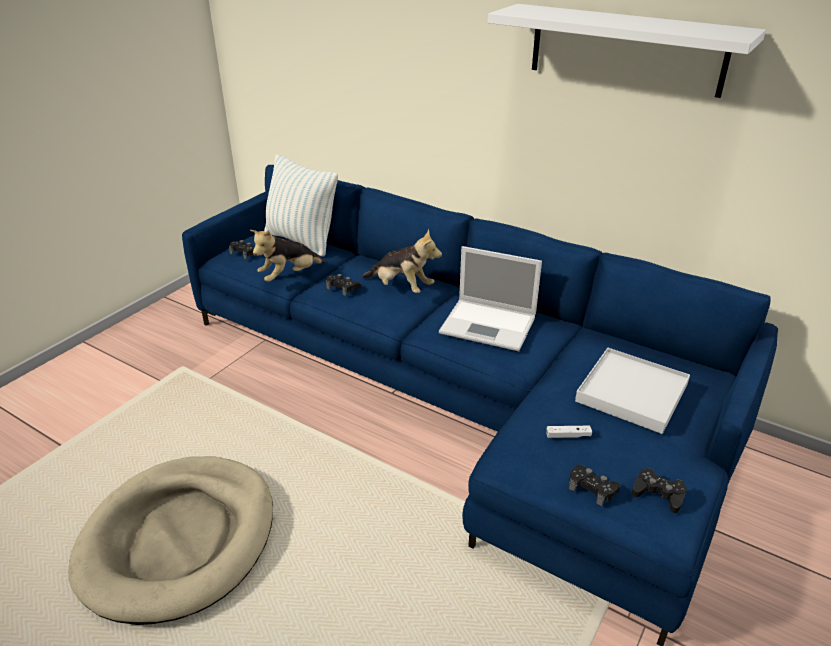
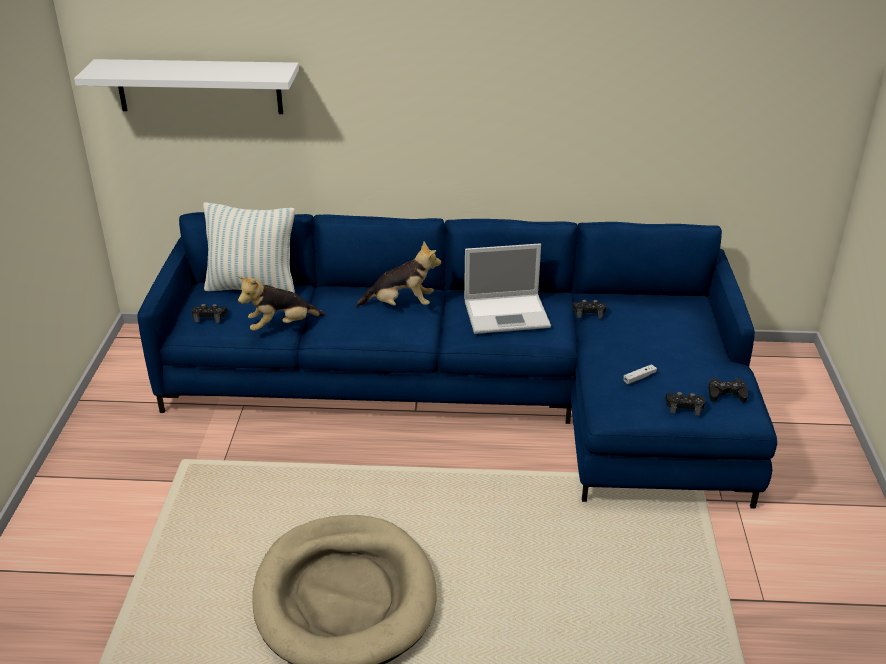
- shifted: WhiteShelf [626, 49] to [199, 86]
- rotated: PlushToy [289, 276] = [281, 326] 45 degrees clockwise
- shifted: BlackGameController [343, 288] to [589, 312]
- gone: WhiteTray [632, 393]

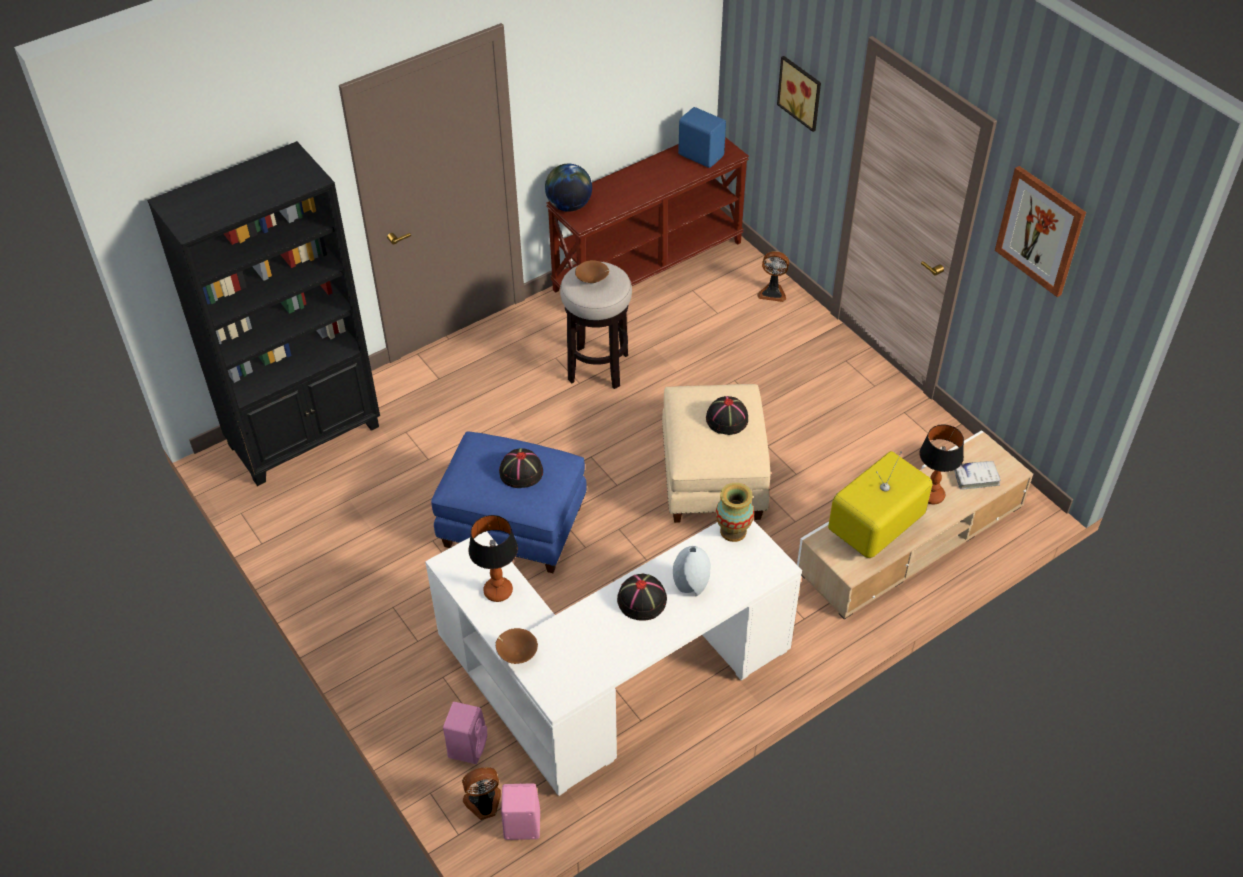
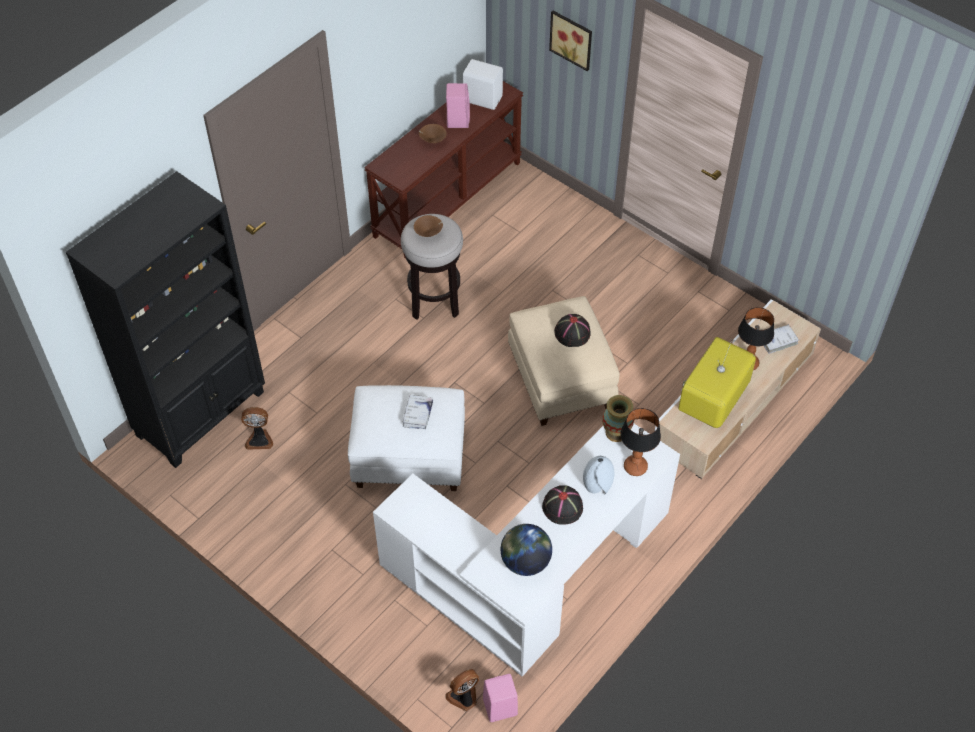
- shifted: Fan [772, 292] to [259, 439]
- repainted: BlueOttoman [512, 527] to WhiteOttoman [409, 458]
- swapped: BlackHat [521, 472] to WhiteBook [418, 414]
- shifted: BrownBowl [516, 653] to [432, 140]
- shifted: PinkSpeaker [467, 745] to [457, 119]
- repainted: BlueSpeaker [701, 155] to WhiteSpeaker [482, 98]
- shifted: Globe [569, 205] to [525, 561]
- shifted: TableLamp [498, 592] to [635, 467]
- gone: Picture [1040, 231]

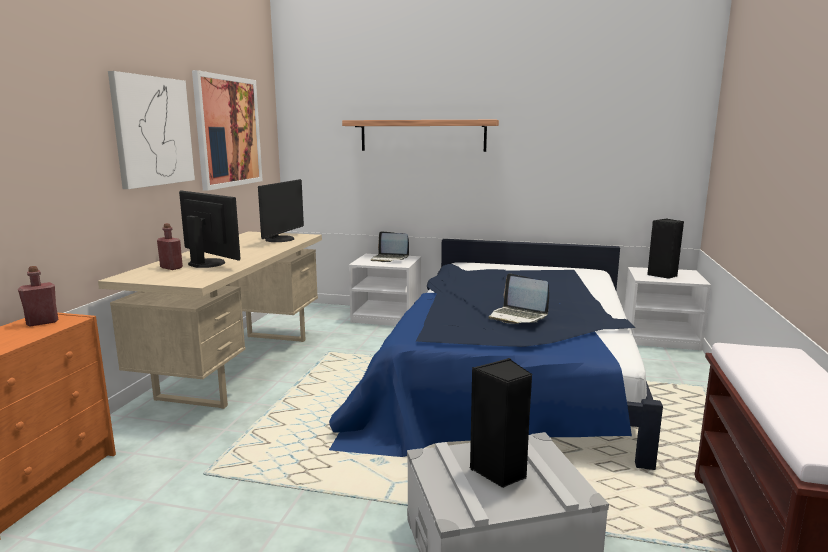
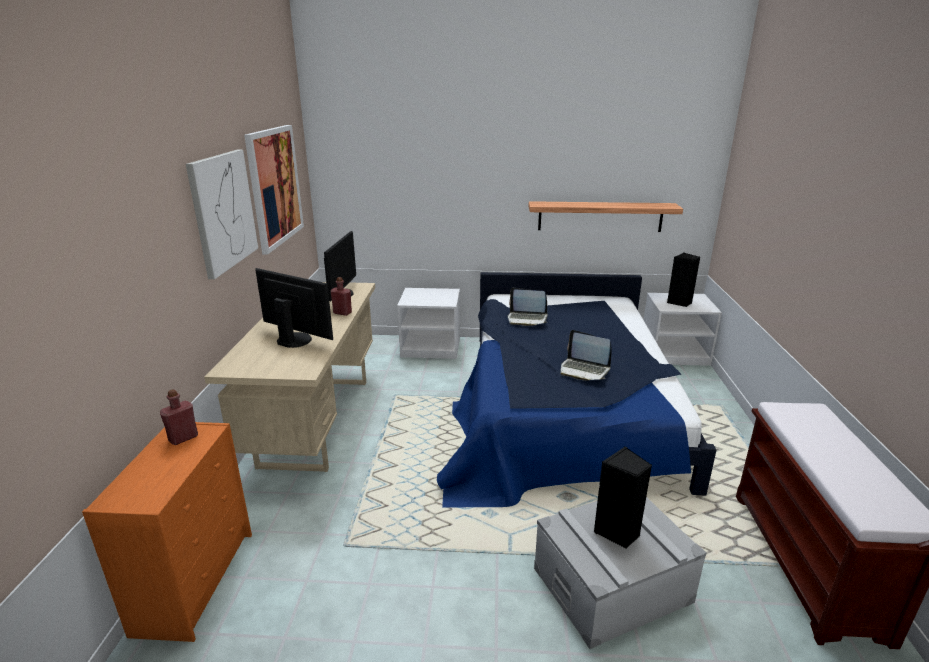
- shifted: RedBottle [171, 268] to [342, 313]
- shifted: Laptop [389, 259] to [527, 319]
- shifted: Shelf [422, 135] to [600, 216]

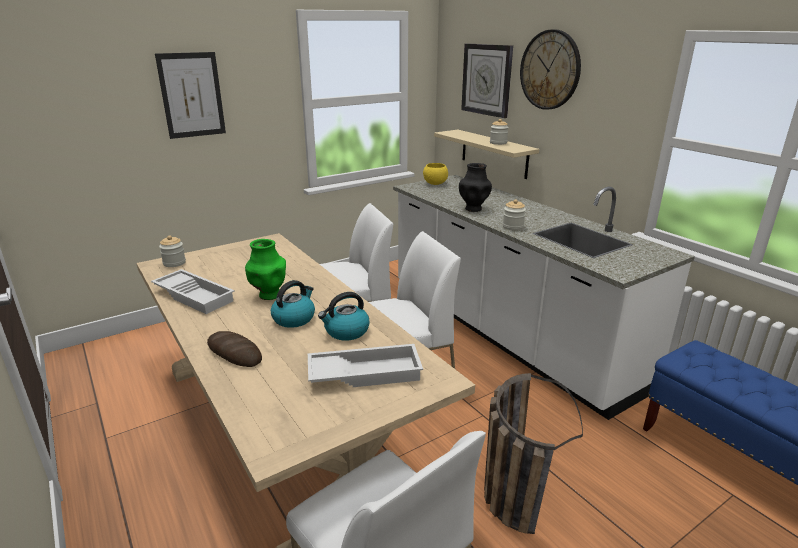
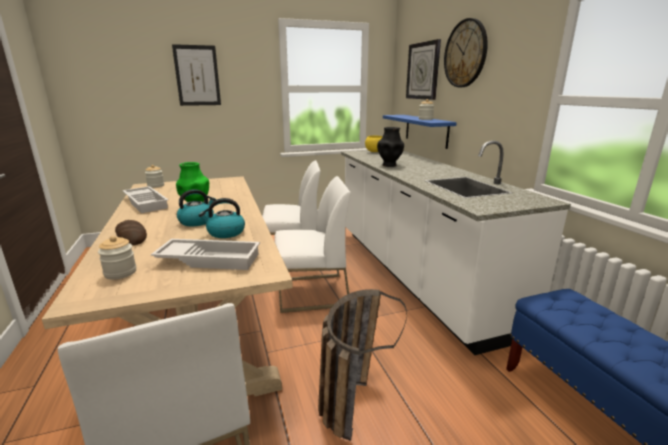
- shifted: Jar [513, 227] to [120, 273]
- repainted: BeigeShelf [494, 153] to BlueShelf [426, 130]

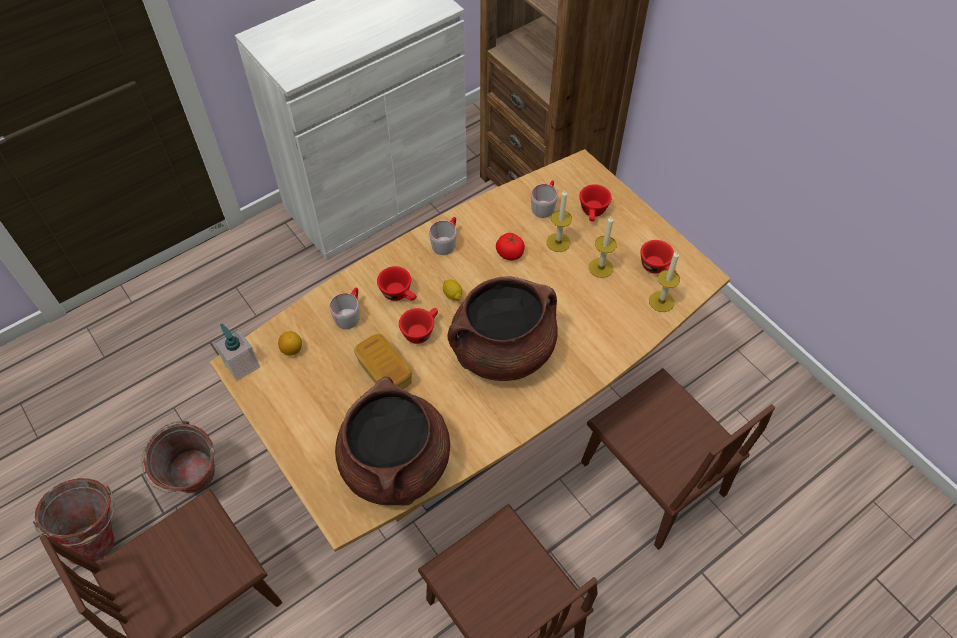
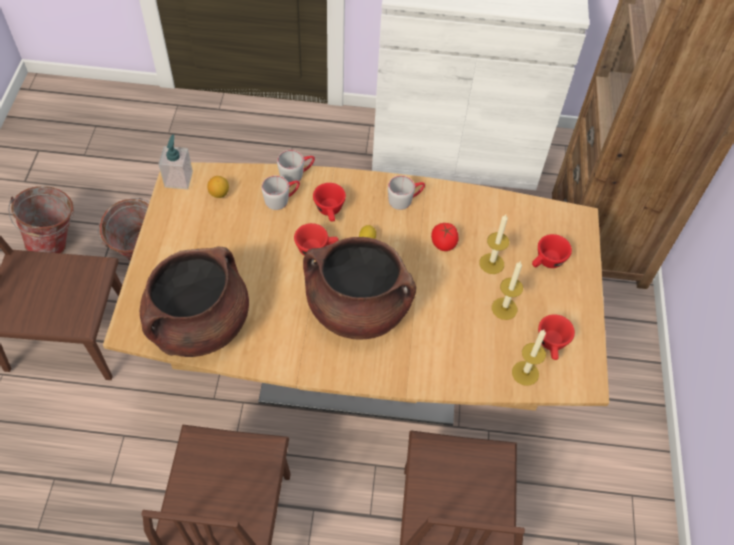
- shifted: GreyMug [544, 205] to [296, 173]
- gone: Bread [384, 373]

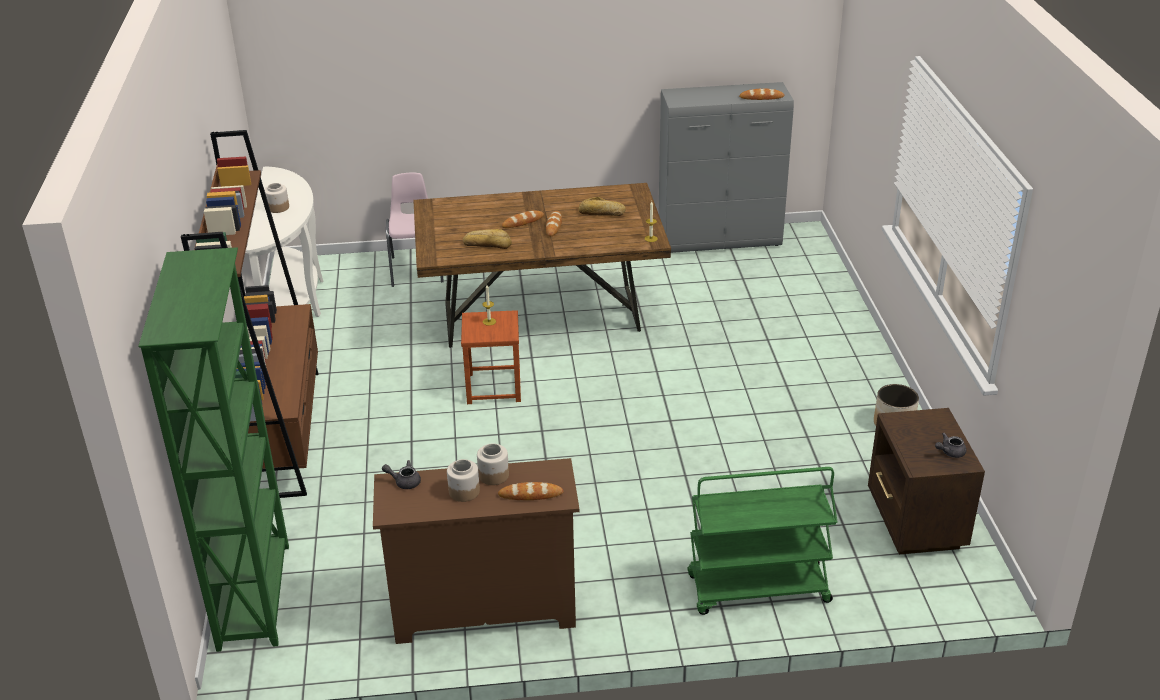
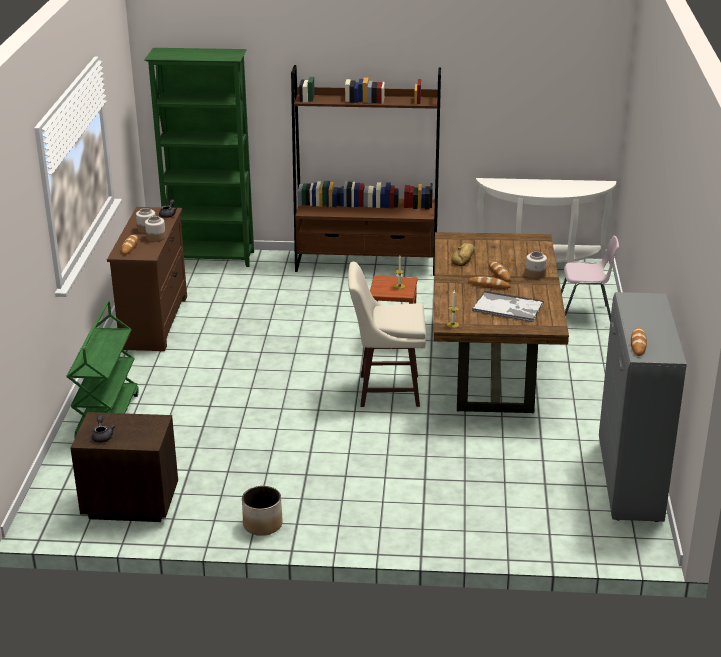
- new: BeigeStool [386, 390]
- swapped: Bread [601, 213] to Tray [508, 307]
- shifted: Jar [278, 207] to [535, 274]

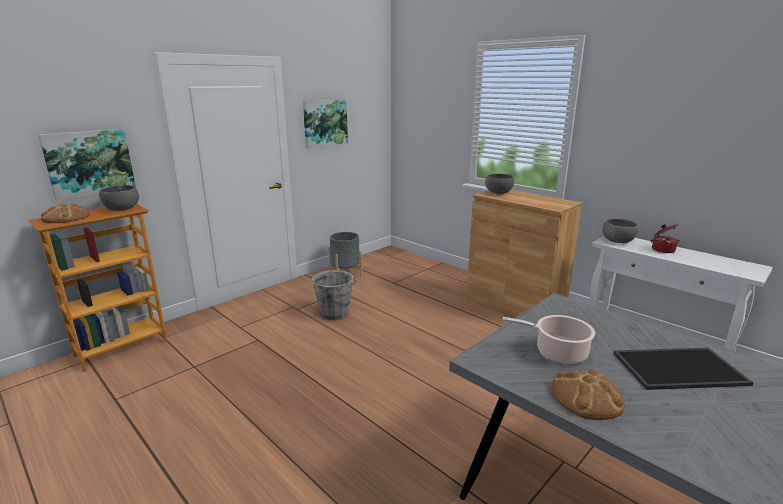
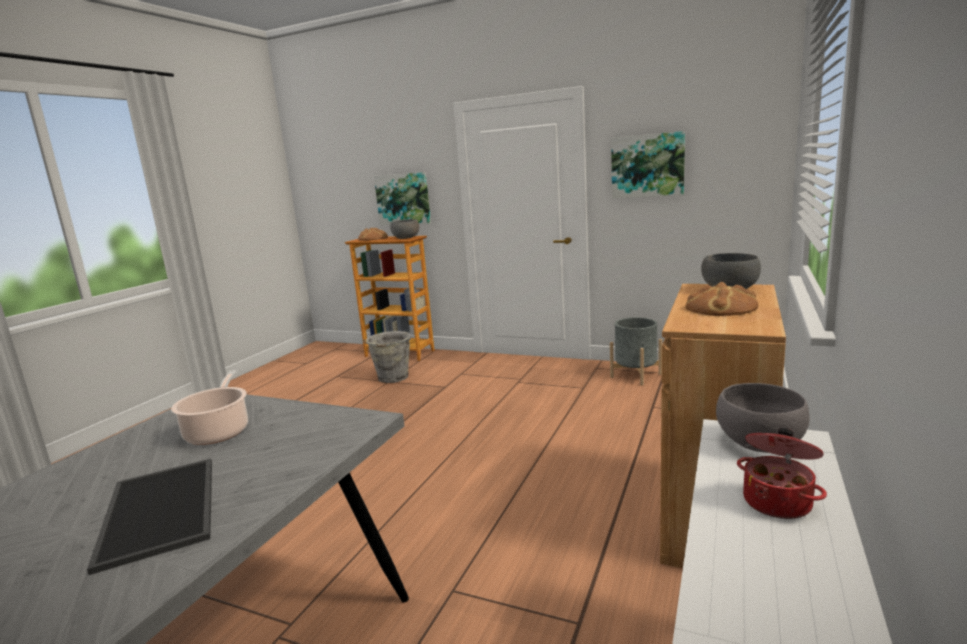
- shifted: GreyBucket [335, 314] to [392, 378]
- shifted: Bread [587, 397] to [720, 307]

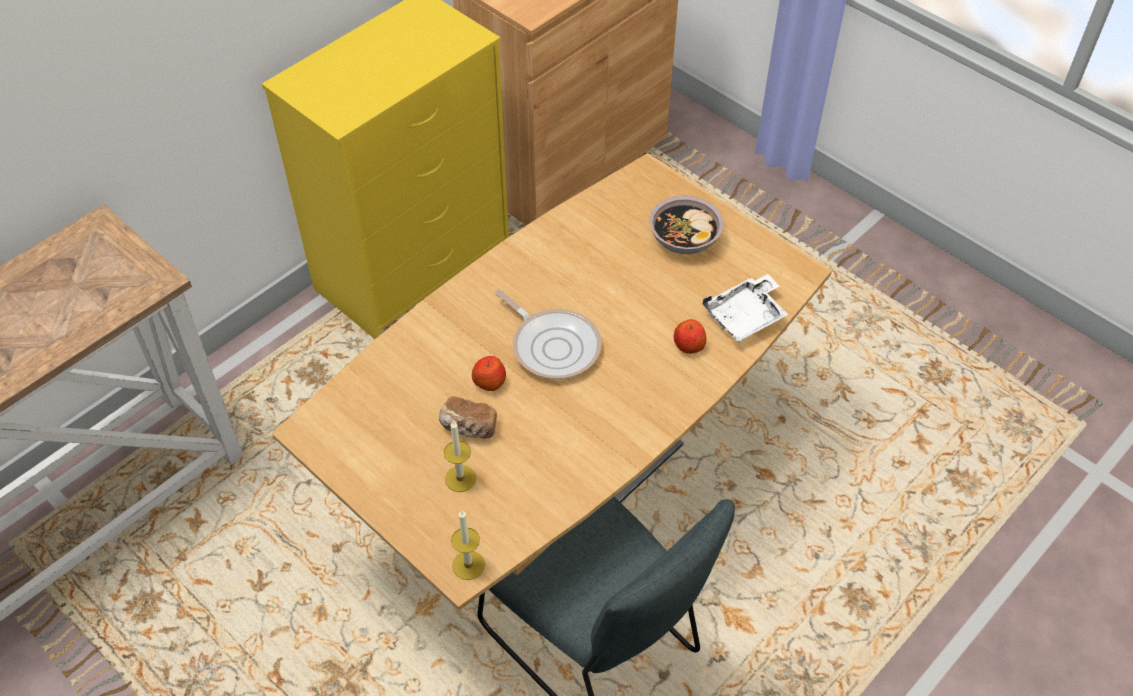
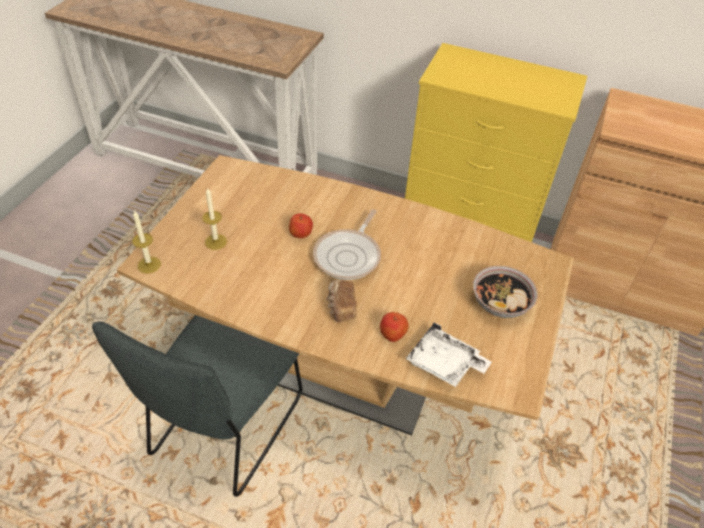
- shifted: Bread [468, 428] to [340, 307]

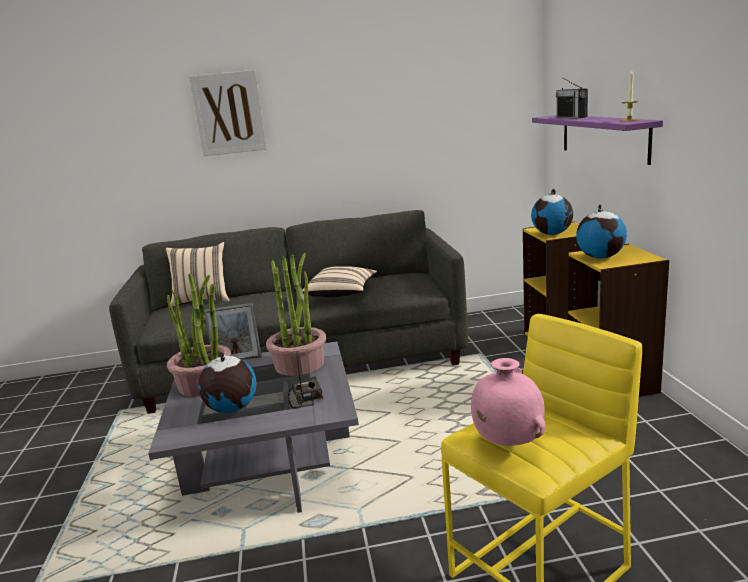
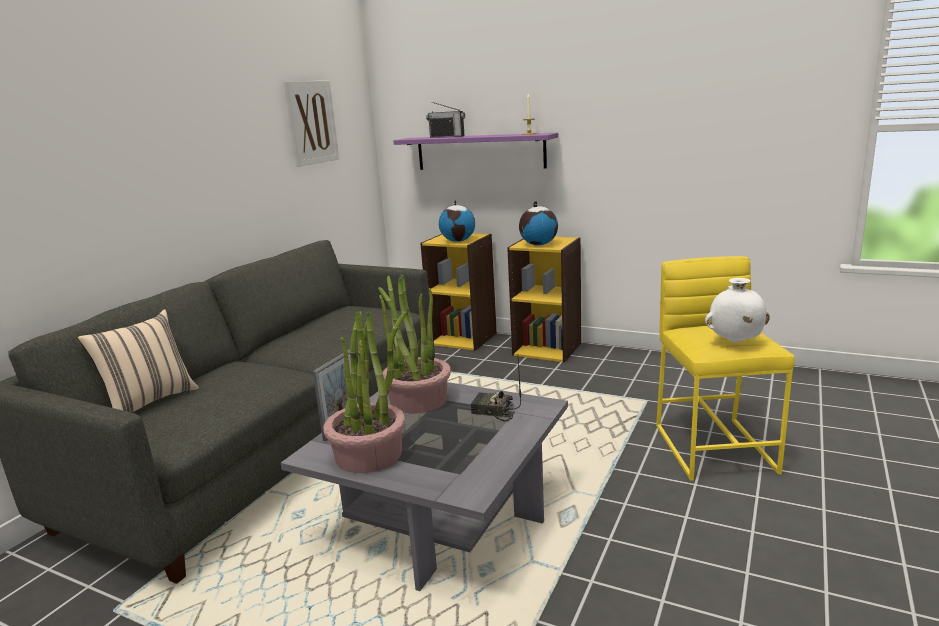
- shifted: Picture [229, 113] to [312, 122]
- repainted: PinkVase [507, 442] to WhiteVase [735, 342]
- gone: Globe [231, 409]
- gone: BeigePillow [341, 293]

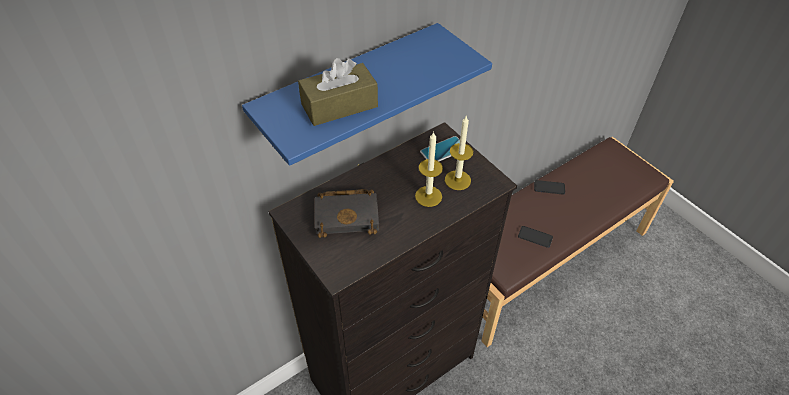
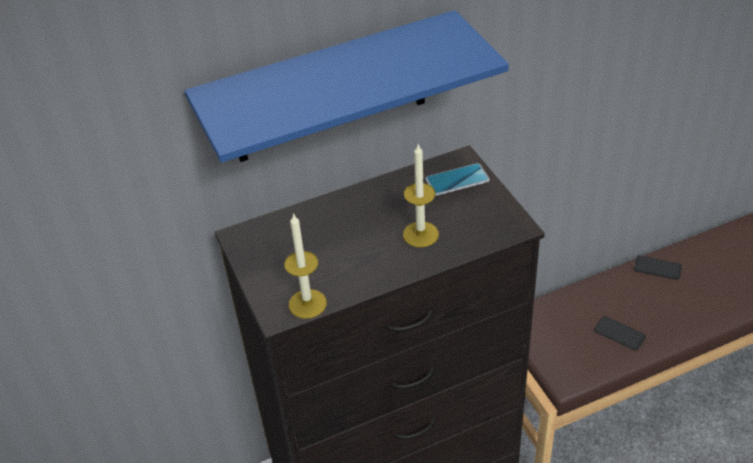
- shifted: Candle [457, 180] to [307, 304]
- gone: BrownTissueBox [339, 105]
- gone: BlackBook [348, 215]

